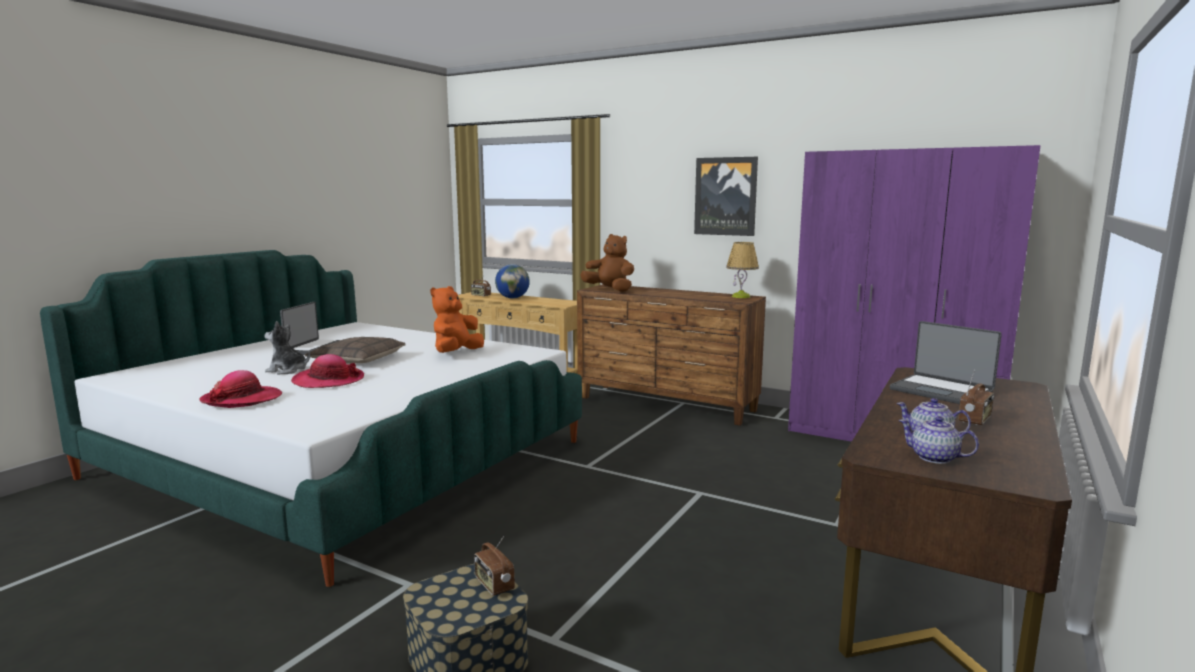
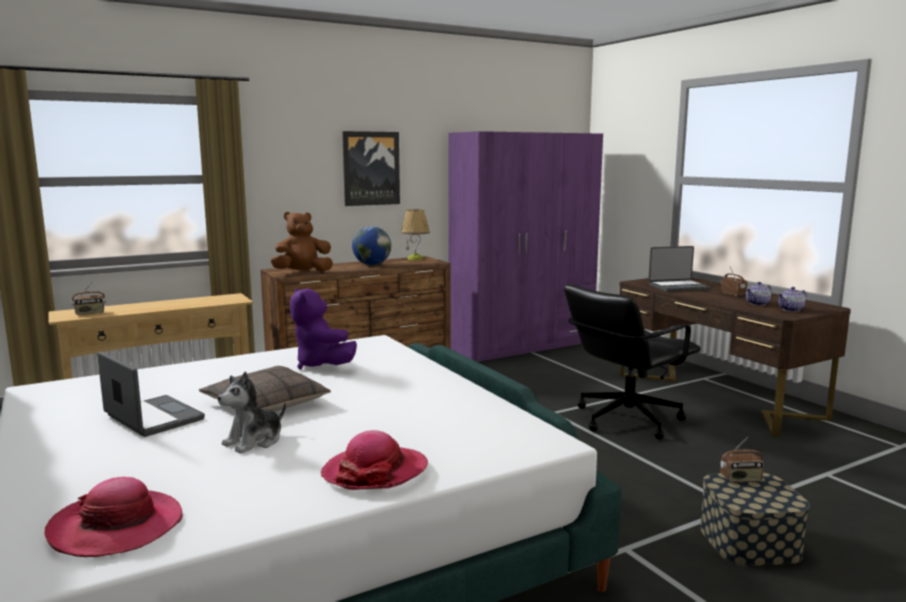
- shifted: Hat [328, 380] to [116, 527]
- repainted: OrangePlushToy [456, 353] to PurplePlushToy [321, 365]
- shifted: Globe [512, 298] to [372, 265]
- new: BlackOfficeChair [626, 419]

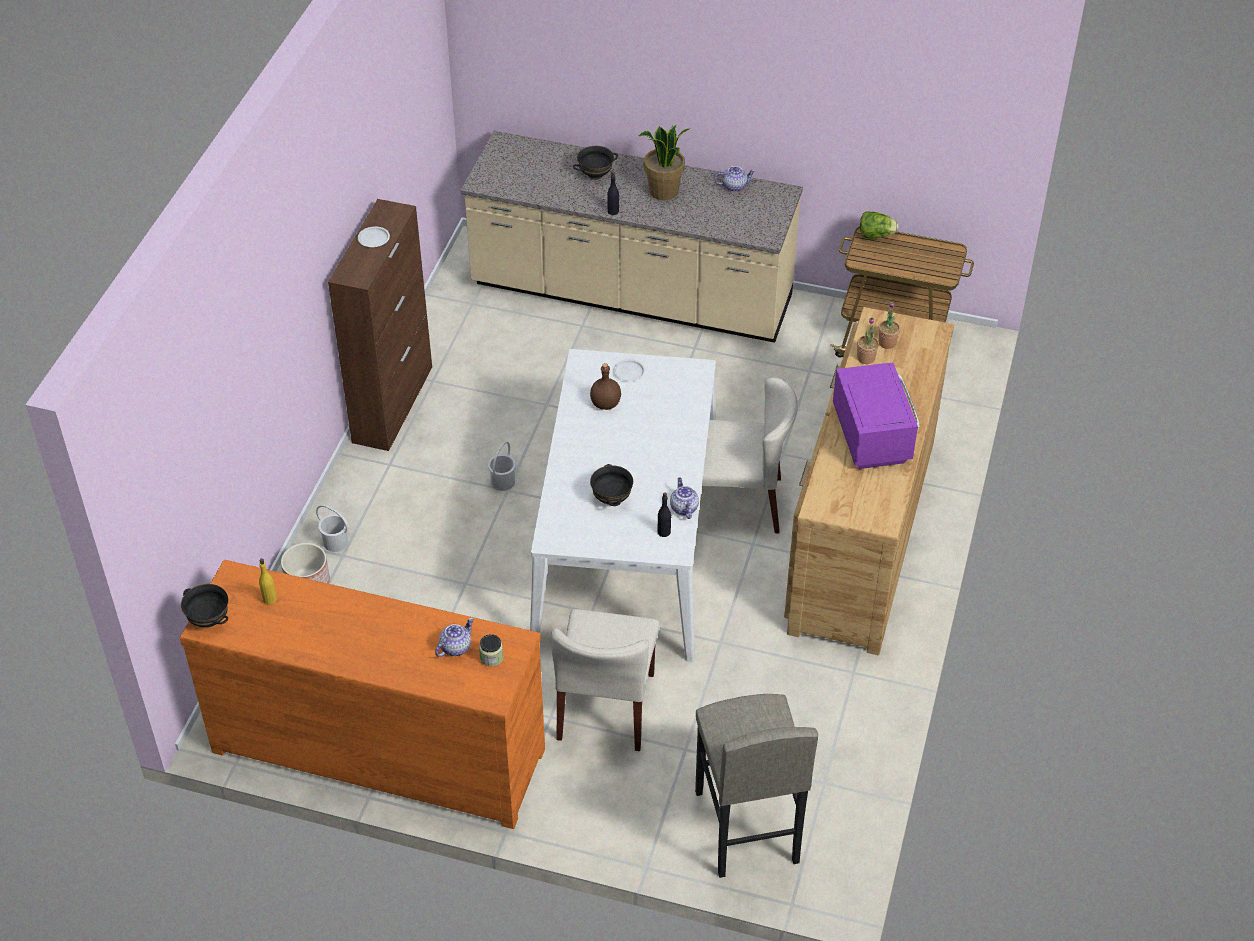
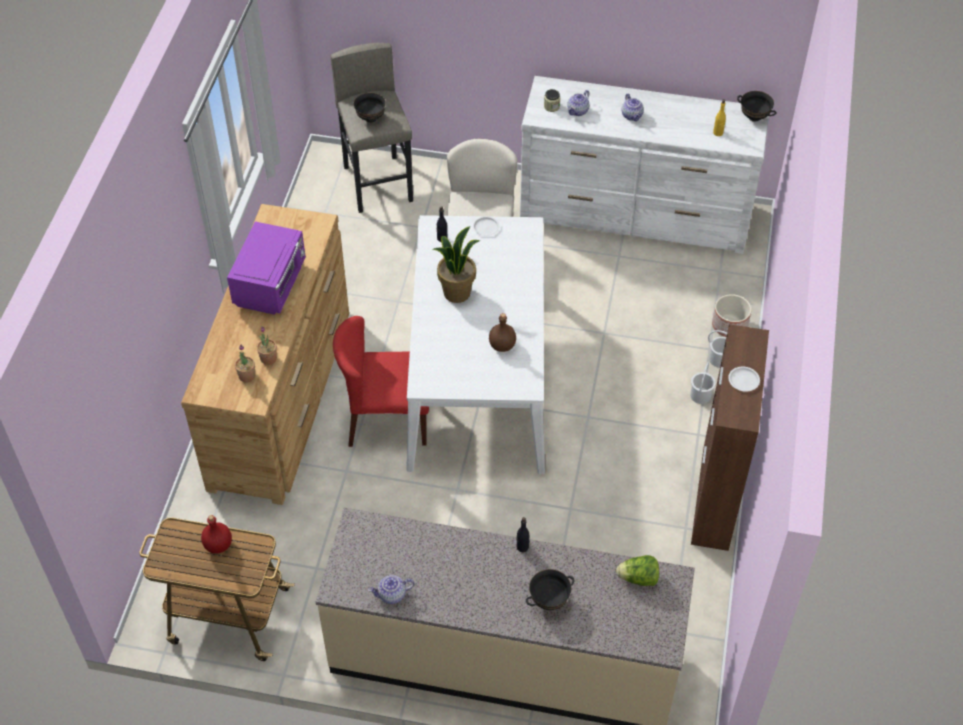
- new: RedBottle [218, 544]
- rotated: PurpleMicrowave [872, 435] = [271, 284] 150 degrees counterclockwise
- repainted: BeigeChair [737, 502] to RedChair [387, 419]
- shifted: BlackBowl [612, 499] to [370, 118]
- shifted: PottedPlant [663, 192] to [456, 292]
- shifted: WhitePlate [629, 372] to [485, 228]
- repainted: OrangeDresser [378, 748] to WhiteDresser [635, 214]
- shifted: Lettuce [876, 235] to [638, 578]
- shifted: Teapot [683, 508] to [632, 116]
- shifted: WhiteBucket [503, 482] to [700, 395]

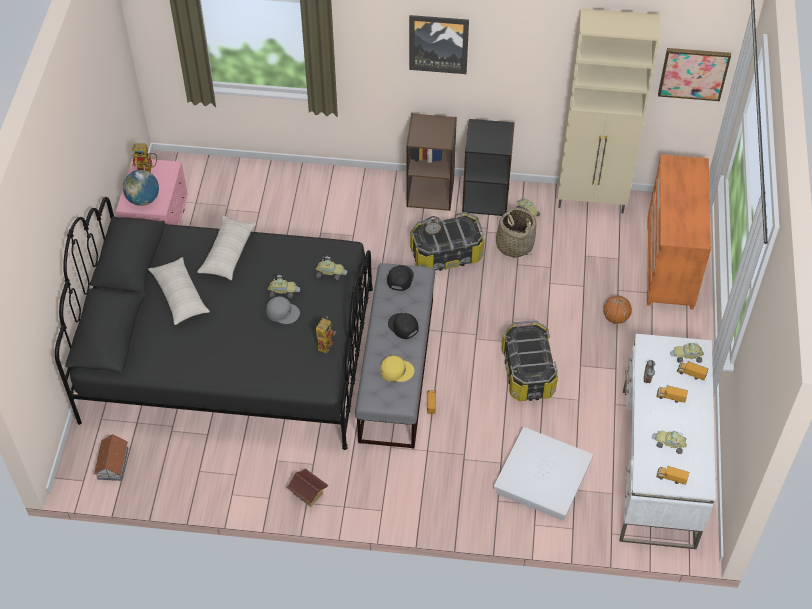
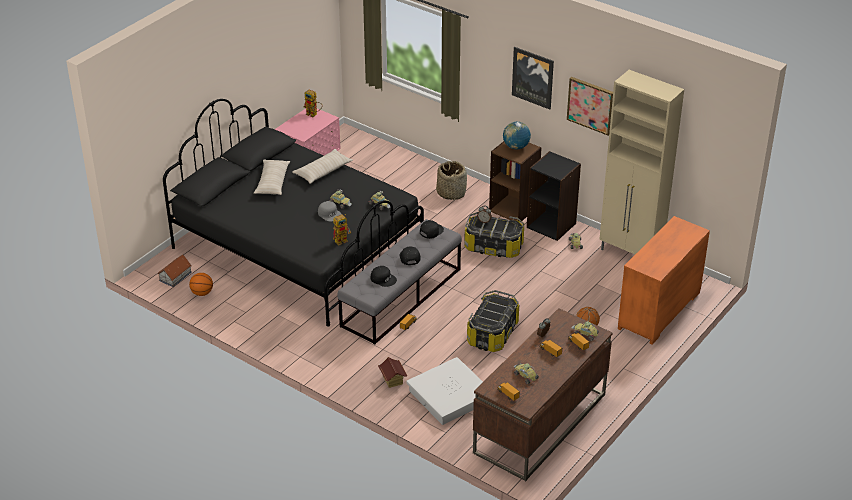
- new: Basketball [202, 293]
- repainted: YellowCap [396, 370] to BlackCap [383, 279]
- shifted: ToyHouse [308, 494] to [392, 380]
- shifted: Basket [514, 244] to [451, 192]
- repainted: WhiteDesk [658, 468] to BrownDesk [539, 424]
- shifted: Globe [143, 199] to [516, 147]
- shifted: Picture [693, 73] to [590, 105]

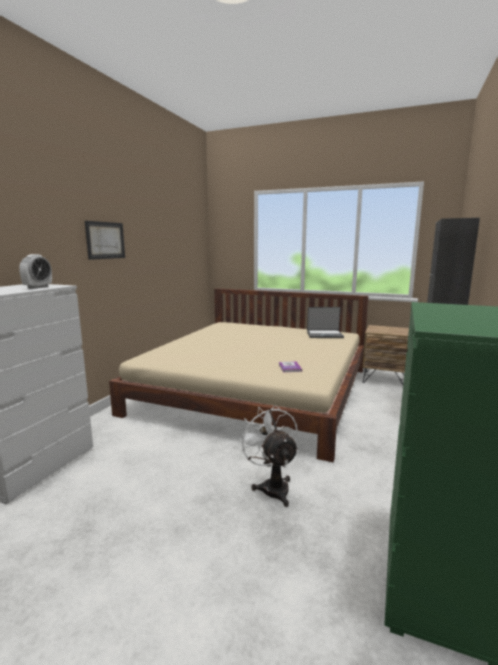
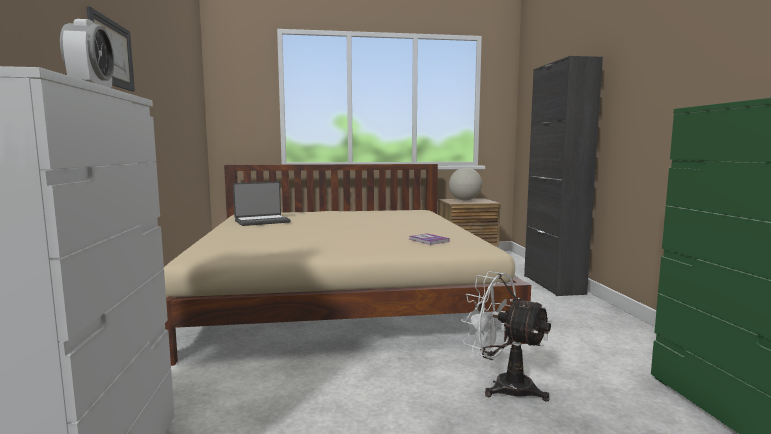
- shifted: Laptop [324, 335] to [262, 221]
- new: Globe [465, 200]

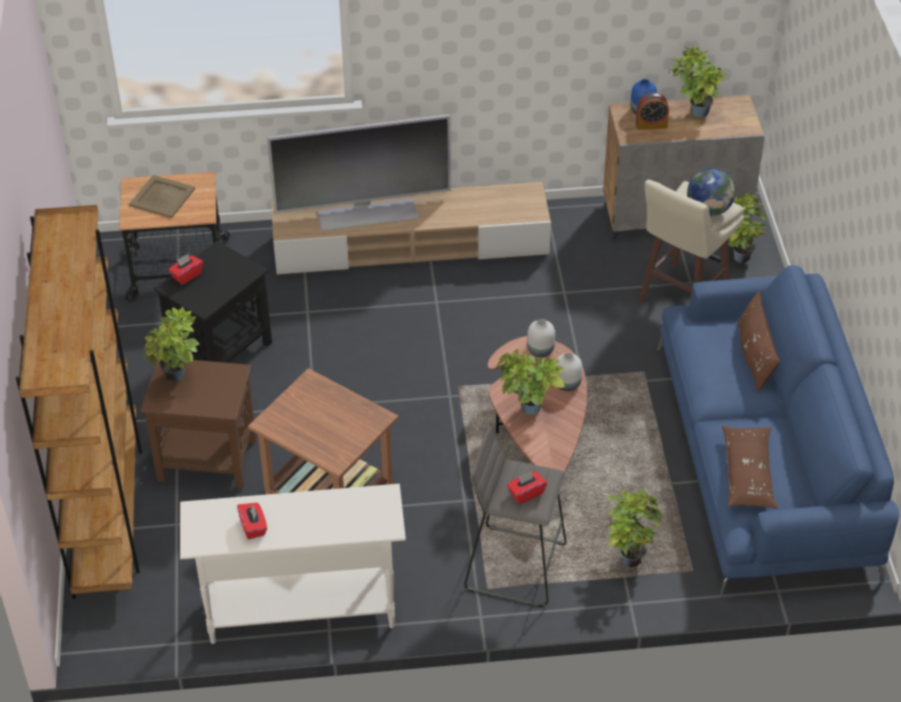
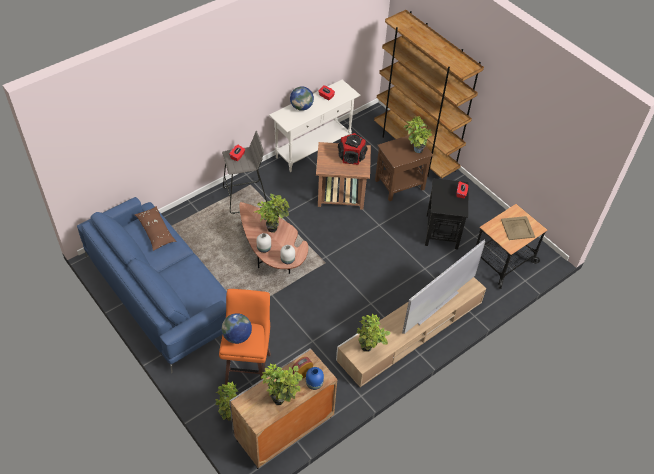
- repainted: BeigeStool [681, 298] to OrangeStool [248, 368]
- new: Globe [301, 107]
- new: Speaker [351, 156]
- shifted: PottedPlant [628, 556] to [369, 349]
- gone: BrownPillow [754, 356]

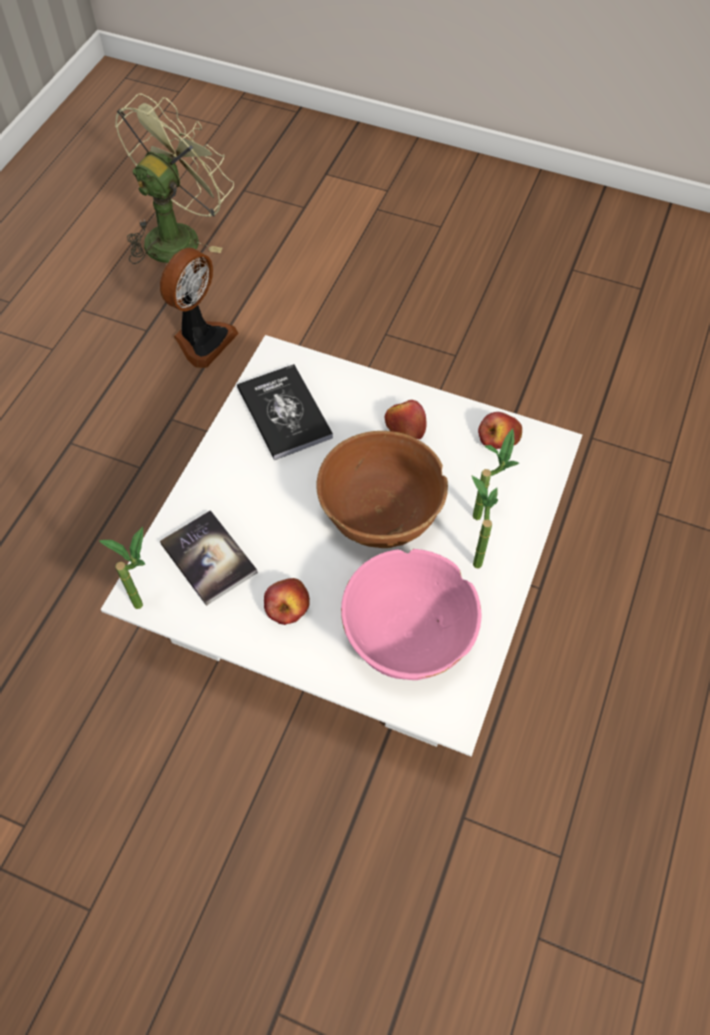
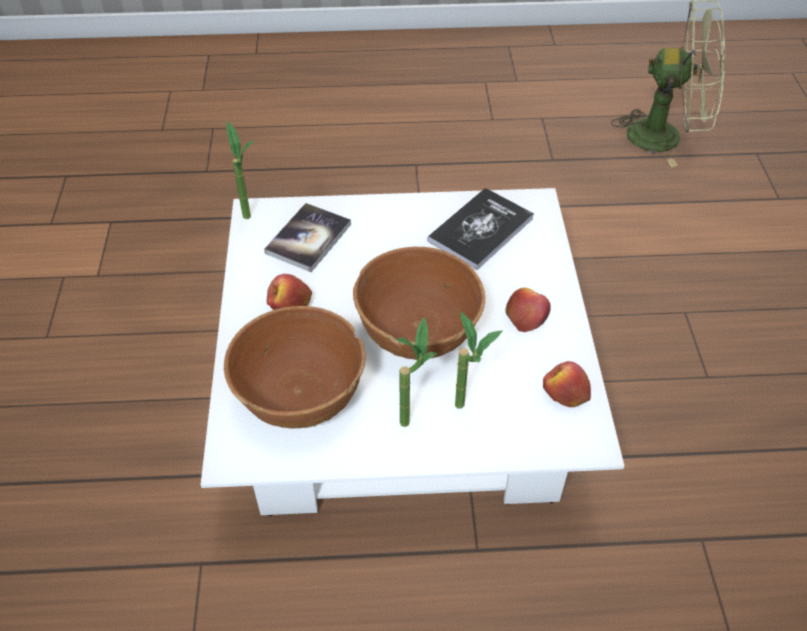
- repainted: PinkBowl [407, 635] to BrownBowl [300, 394]
- gone: Fan [202, 340]

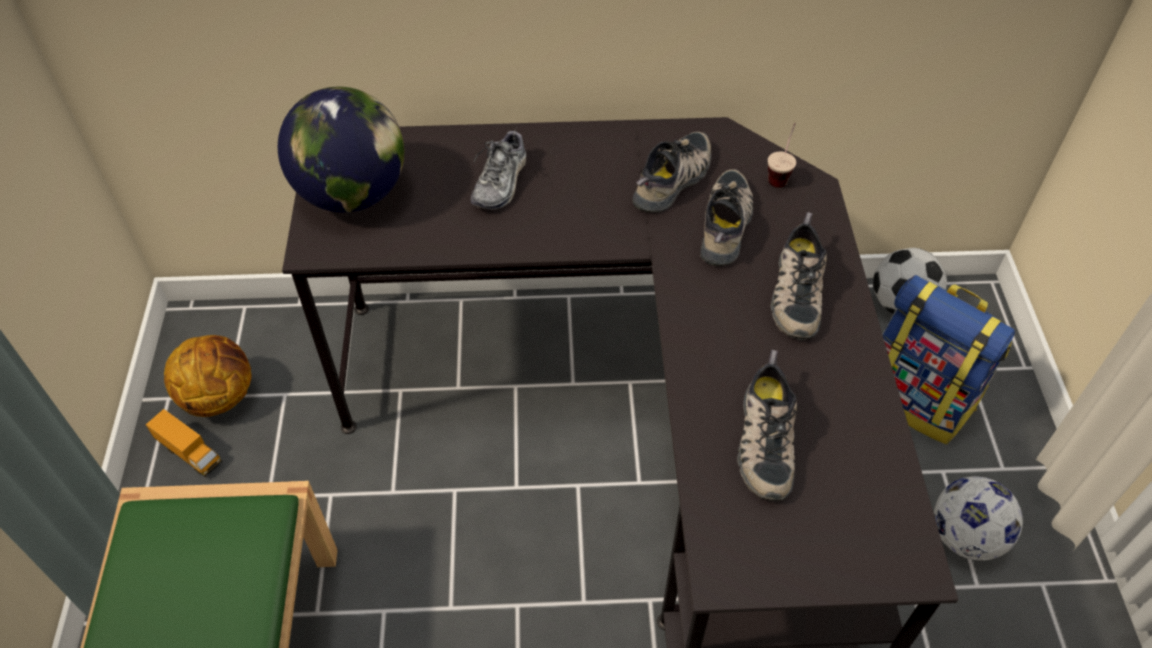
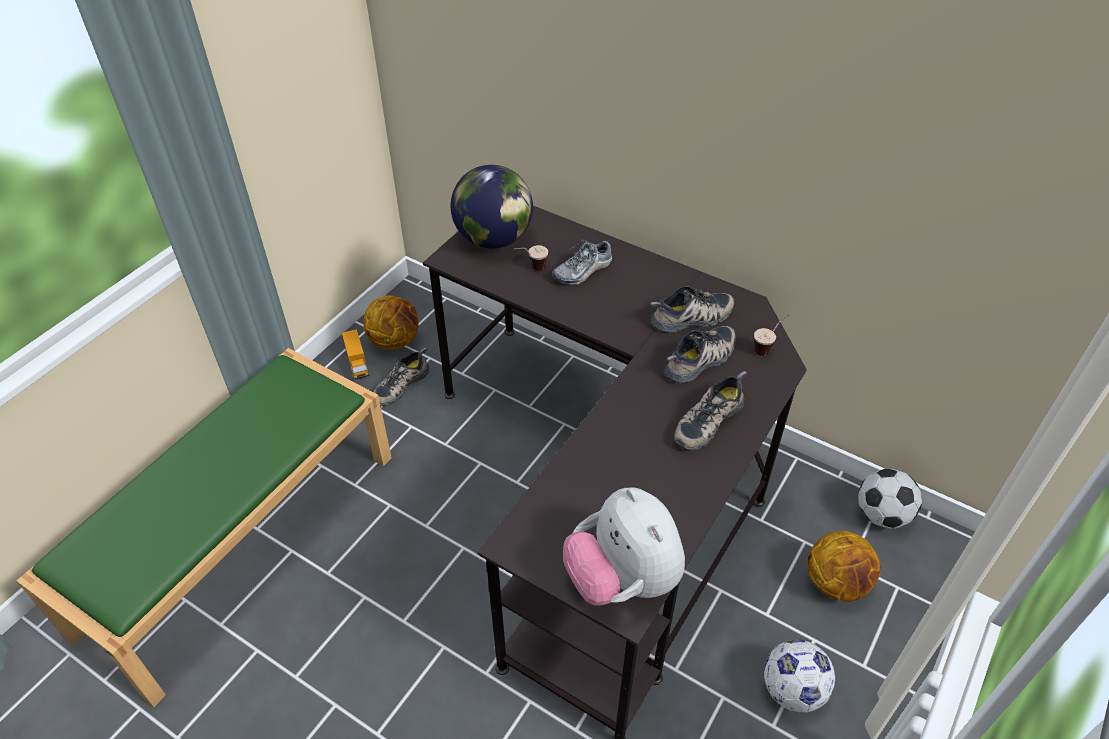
- shifted: Shoe [763, 439] to [400, 384]
- new: Cup [531, 269]
- new: PlushToy [622, 579]
- swapped: Backpack [917, 399] to Basketball [837, 583]

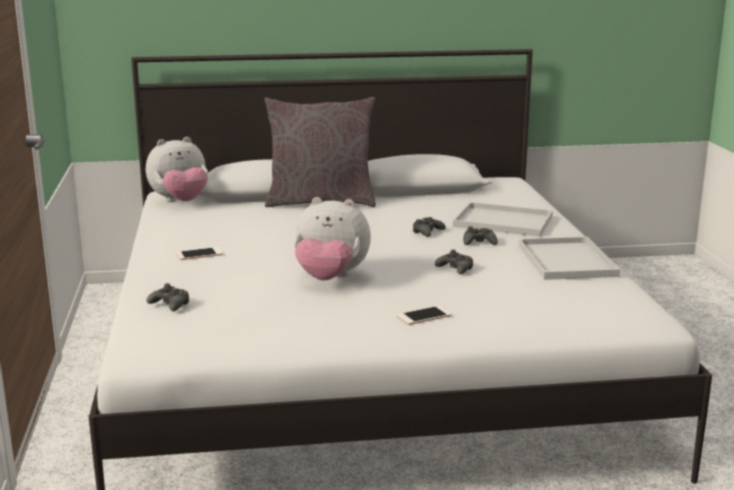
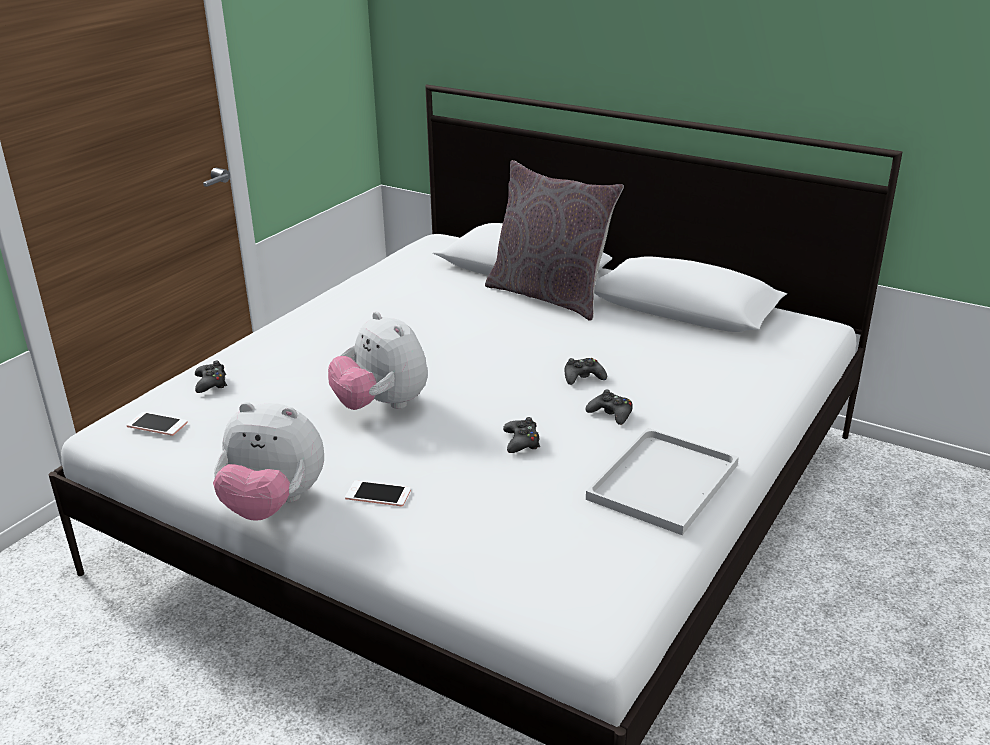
- shifted: Phone [199, 254] to [157, 424]
- shifted: PlushToy [180, 202] to [273, 505]
- gone: WhiteTray [501, 221]

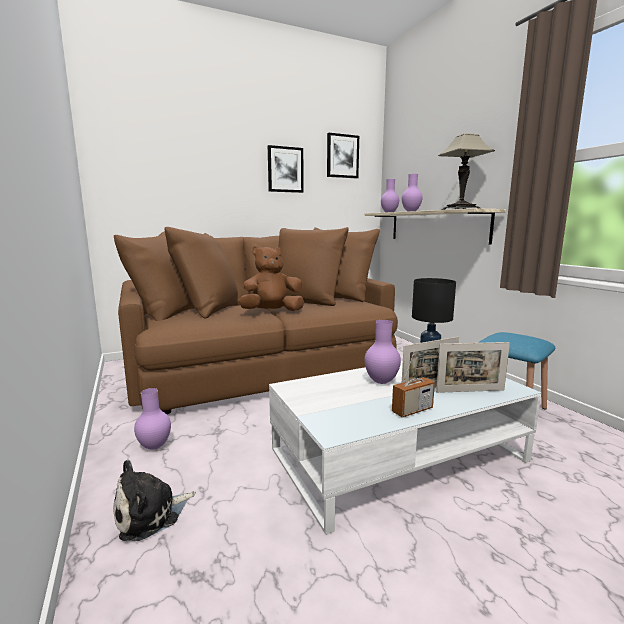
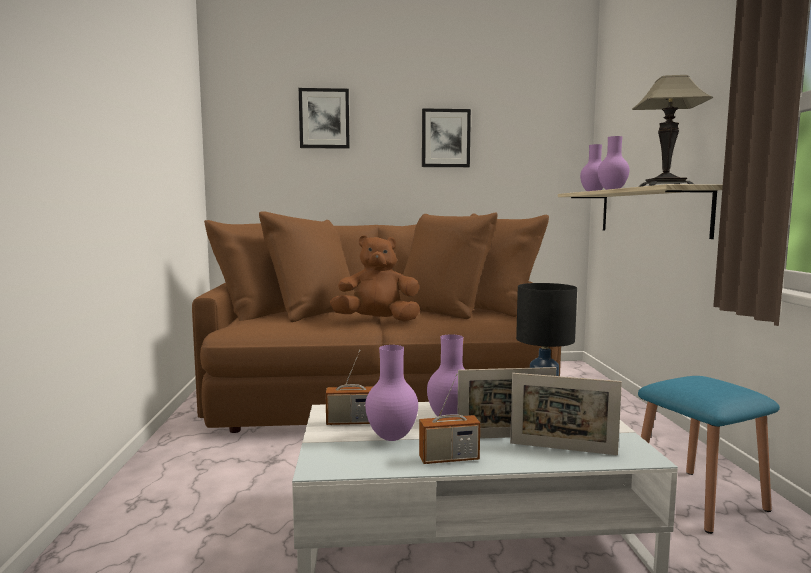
- shifted: Picture [342, 156] to [324, 118]
- new: Radio [351, 422]
- shifted: PurpleVase [154, 446] to [390, 437]
- gone: PlushToy [151, 514]

